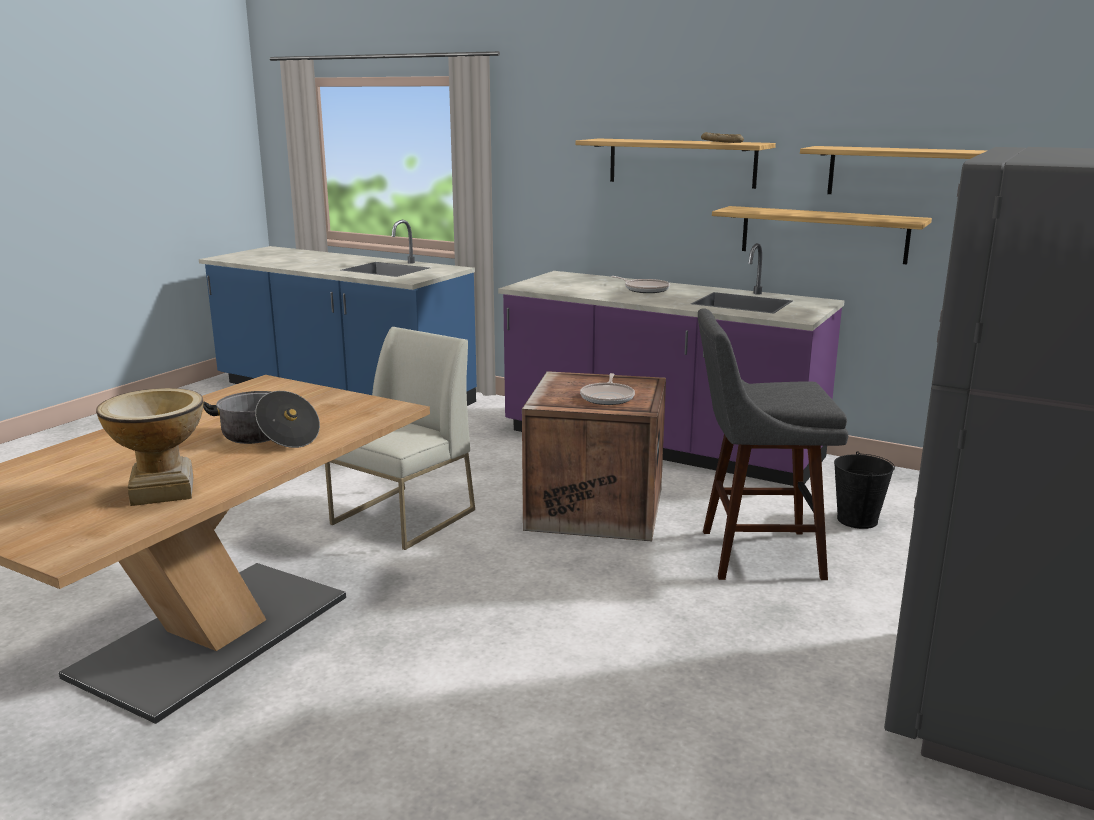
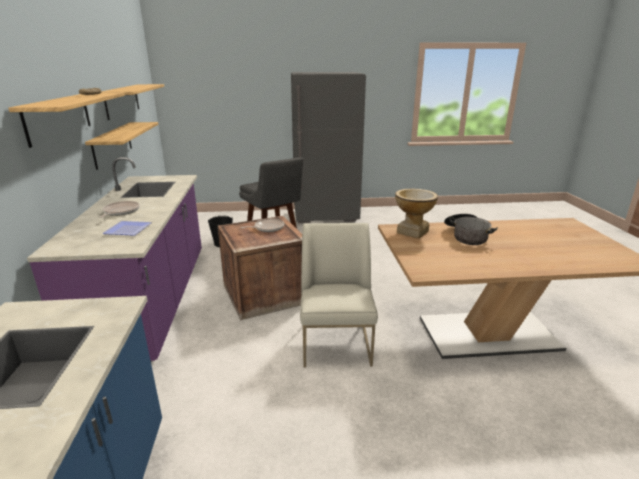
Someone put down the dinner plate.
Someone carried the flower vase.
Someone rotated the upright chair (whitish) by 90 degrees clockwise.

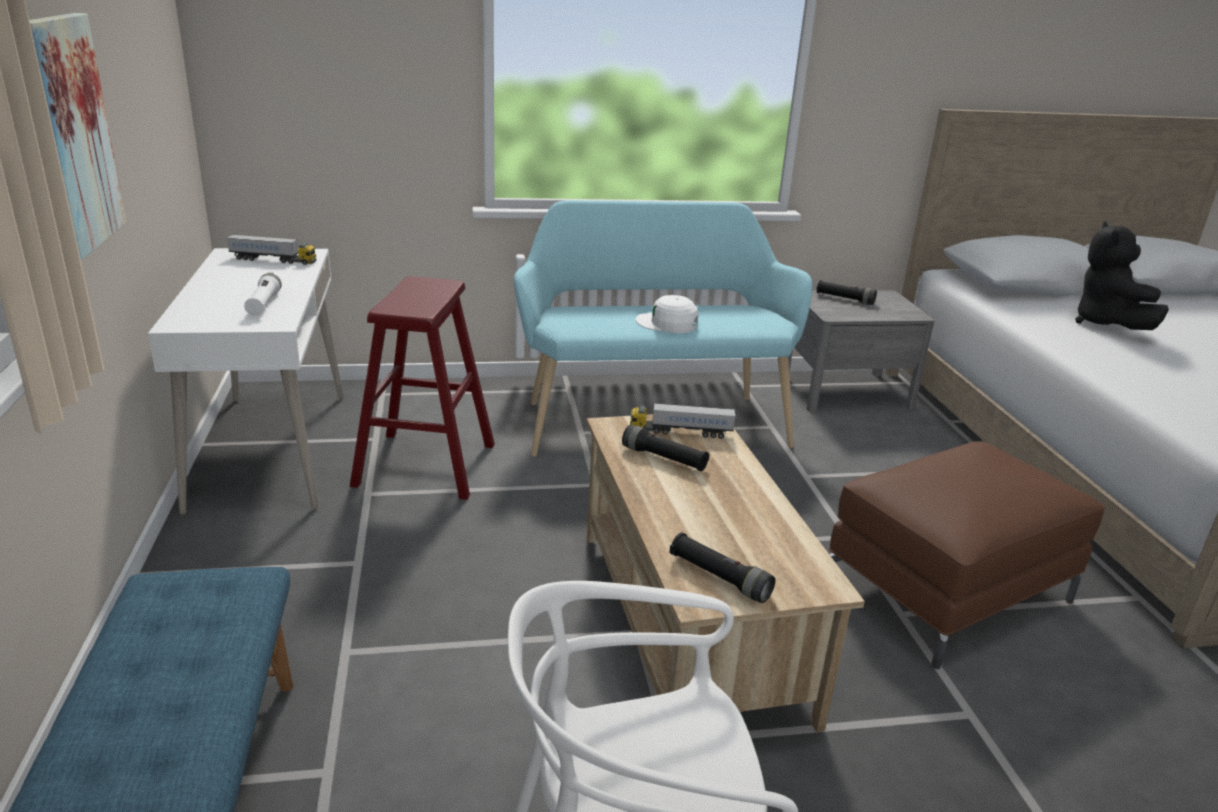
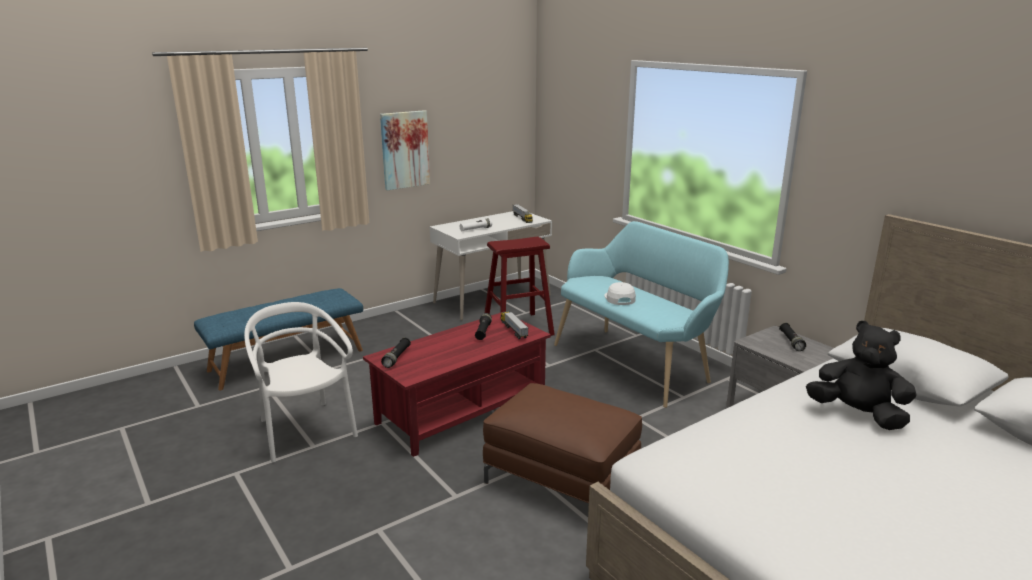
Someone repainted the lounge table (beige-coloured), which became the lounge table (red-coloured).
Someone rotated the cuddly toy (blackish) by 60 degrees clockwise.

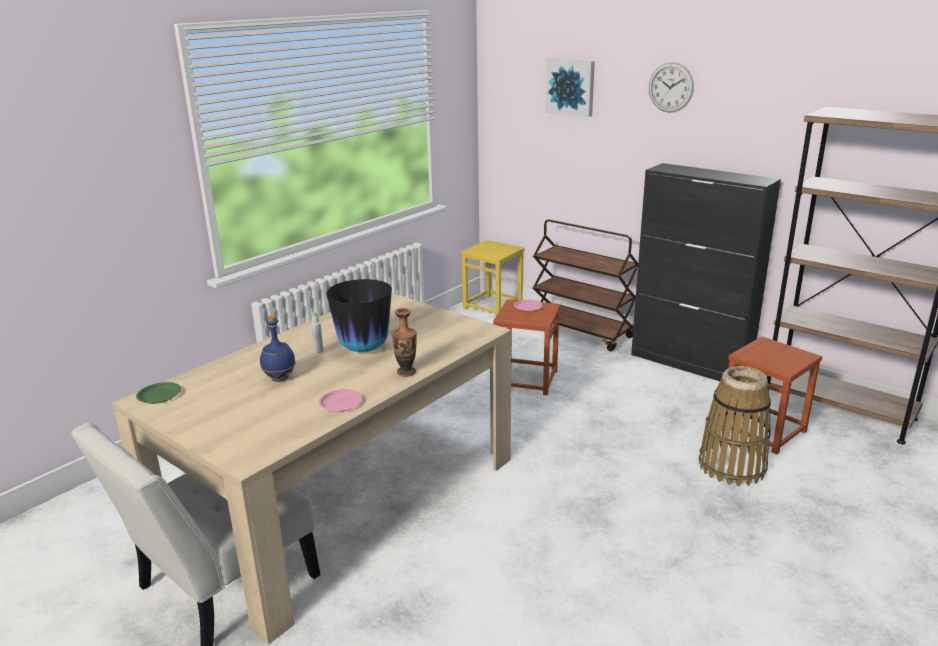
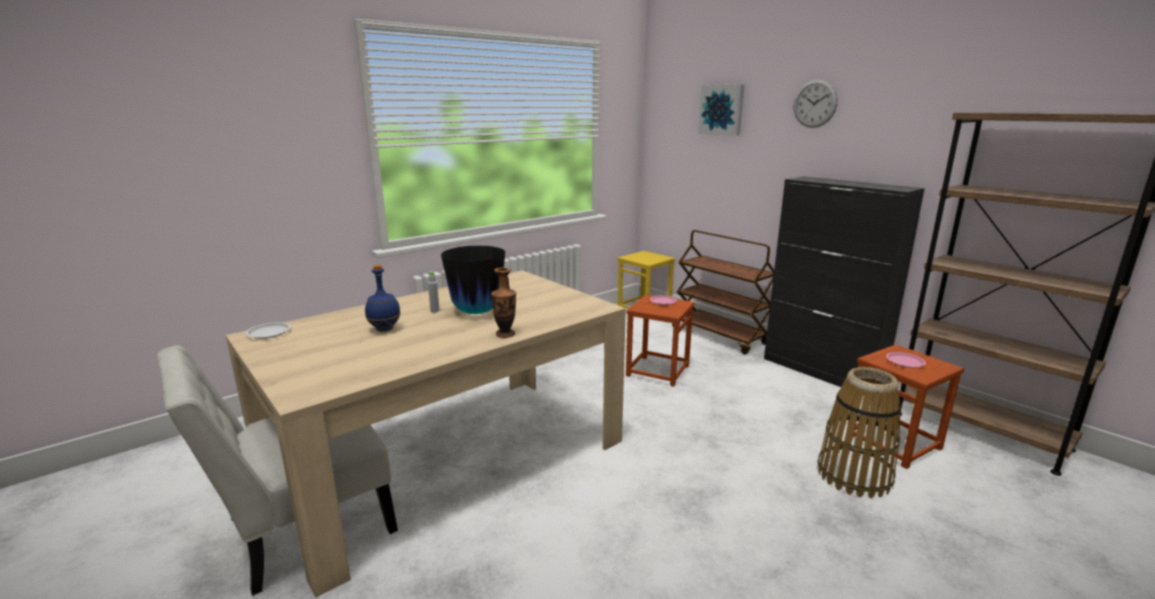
Someone carried the dinner plate (pink) (no. 1 from left in the first image).
Someone repainted the dinner plate (green-coloured), which became the dinner plate (whitish).

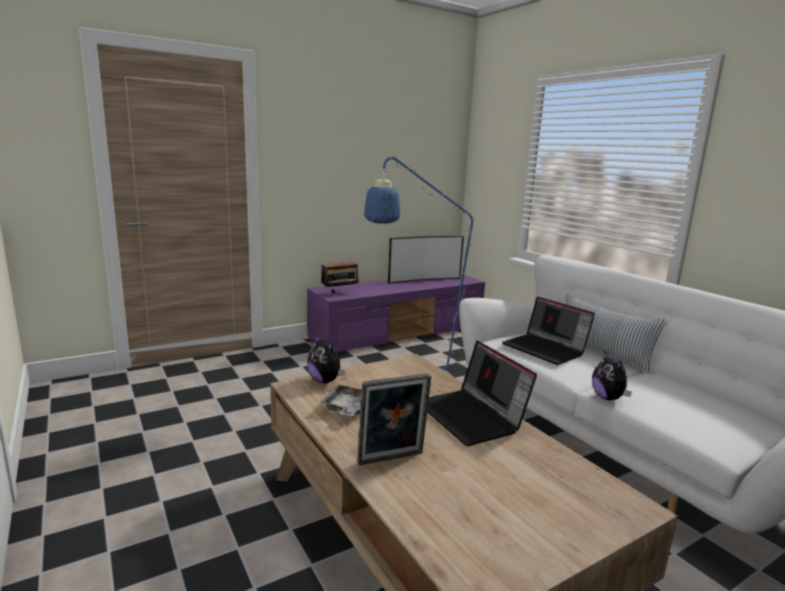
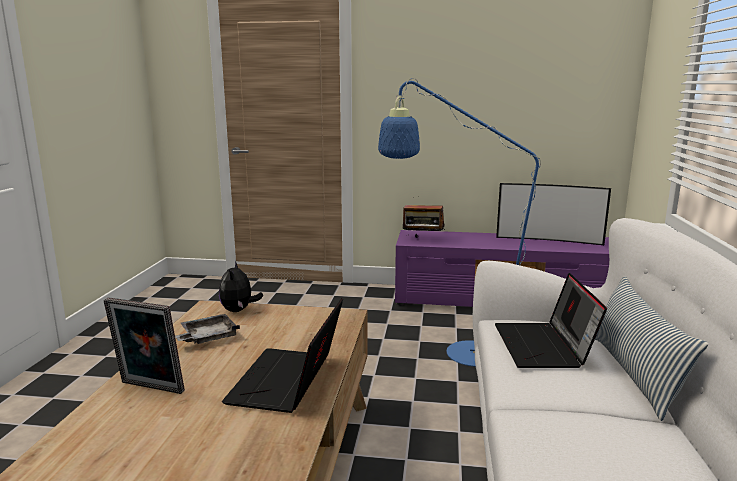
Someone took away the cuddly toy (no. 2 from left).

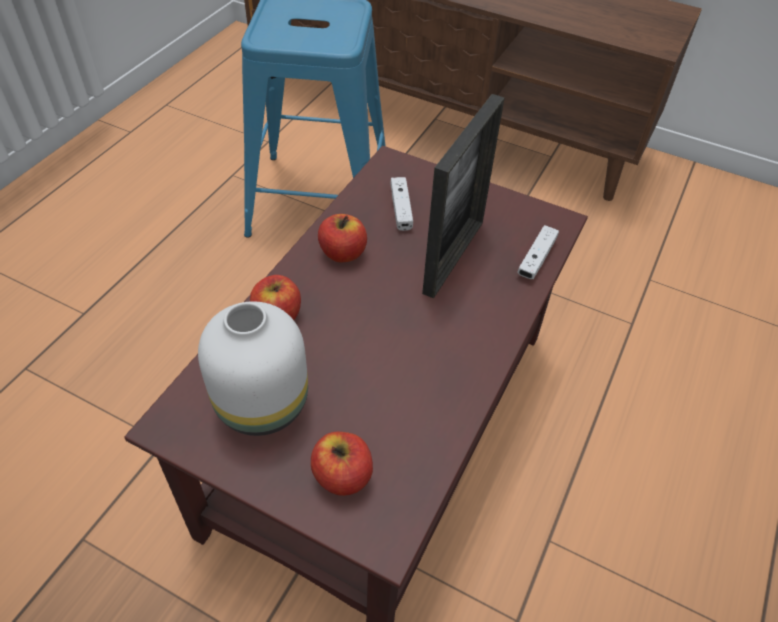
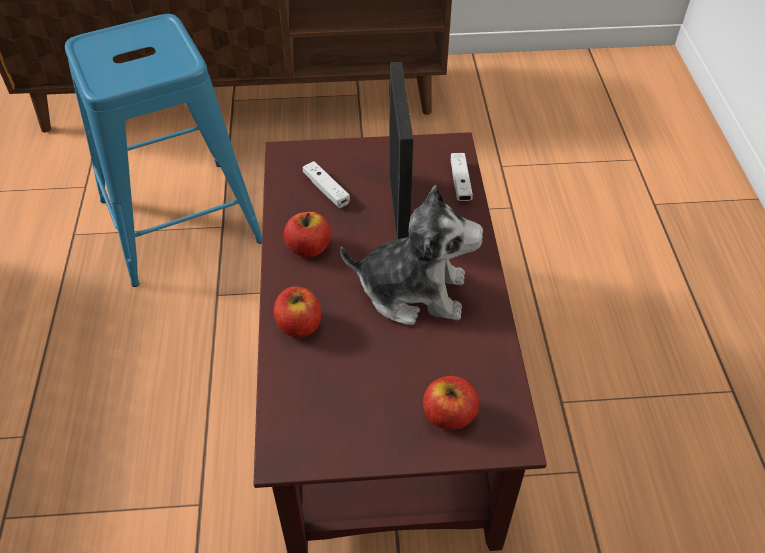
Someone took away the flower vase (whitish).
Someone put down the cuddly toy.

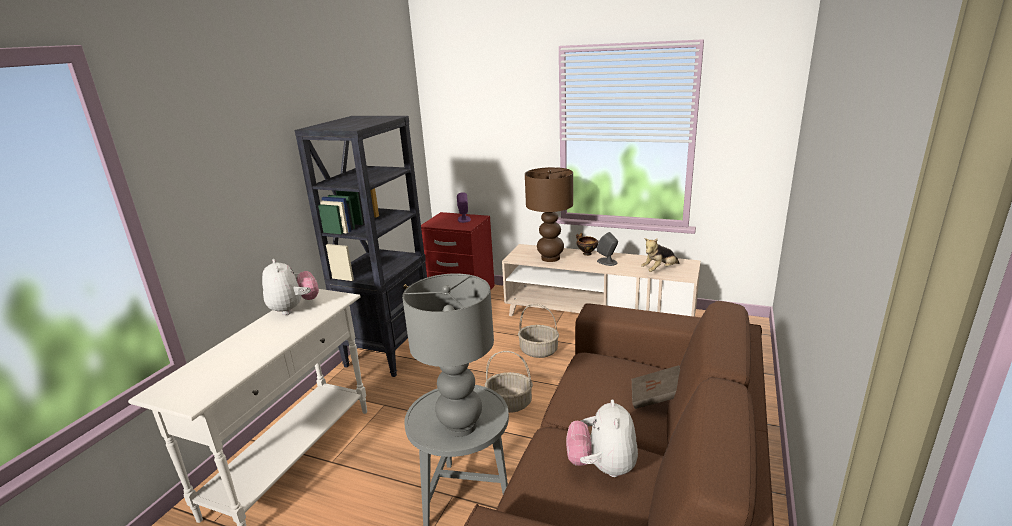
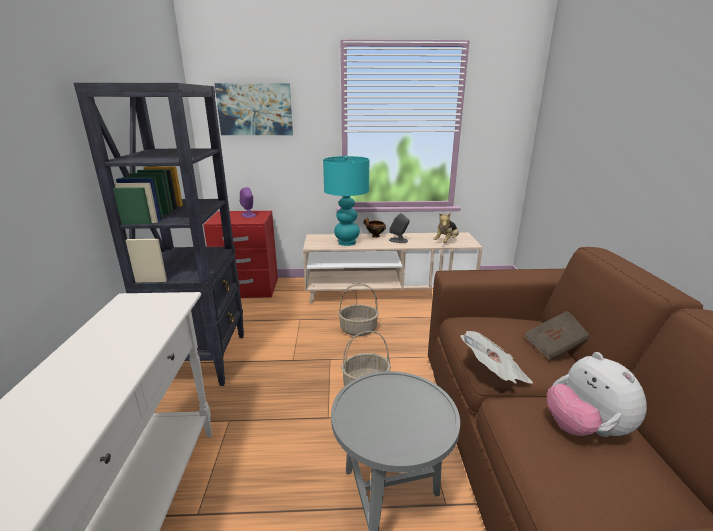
Someone took away the cuddly toy (no. 1 from left).
Someone took away the tabletop lamp (greyish).
Someone put up the wall picture.
Someone put down the daily paper.
Someone repainted the tabletop lamp (brown-coloured), which became the tabletop lamp (turquoise-coloured).

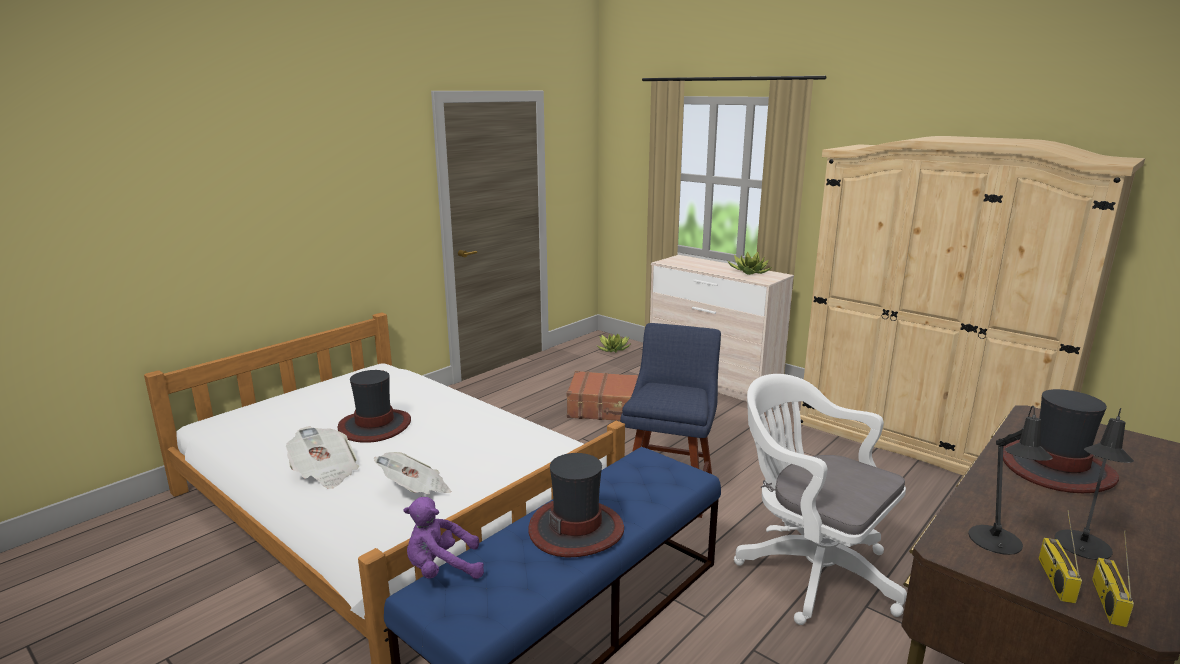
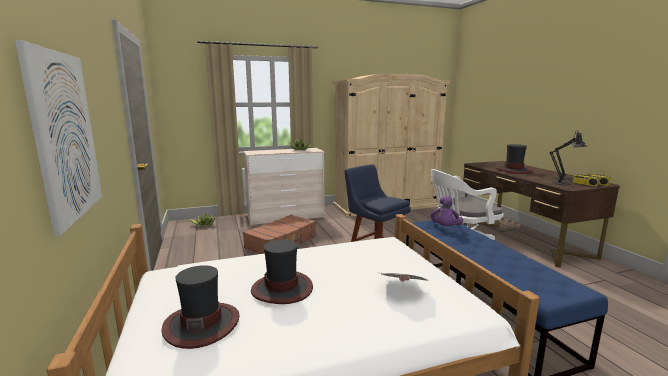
Someone took away the daily paper (no. 1 from left).
Someone put up the wall picture.
Someone carried the cuddly toy (purple-coloured).
Someone carried the clothing hat (no. 2 from left in the first image).

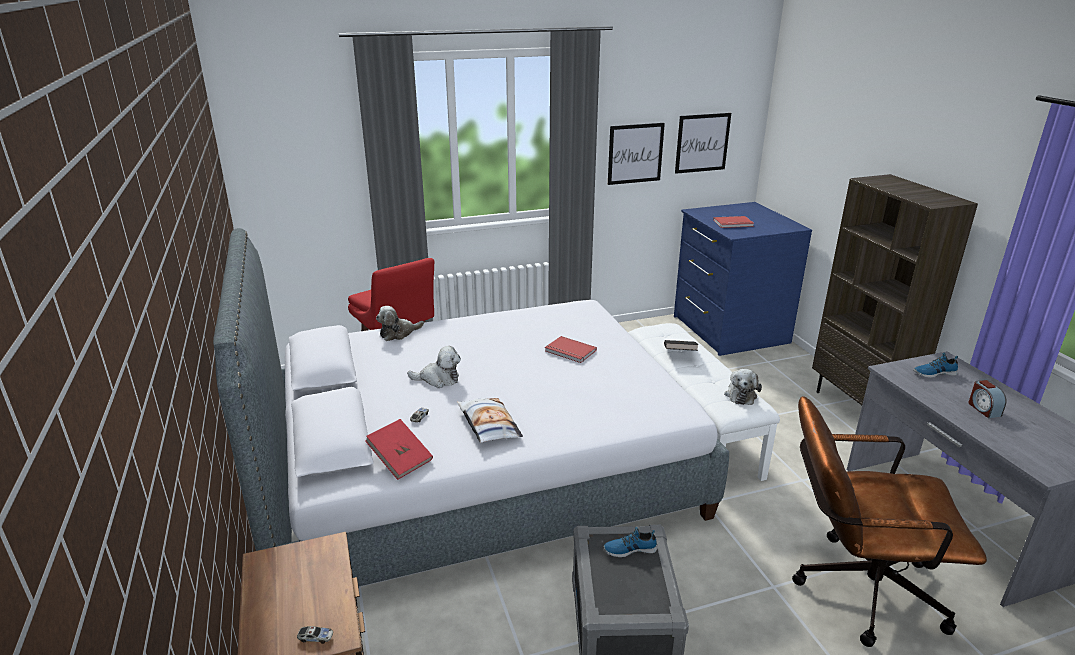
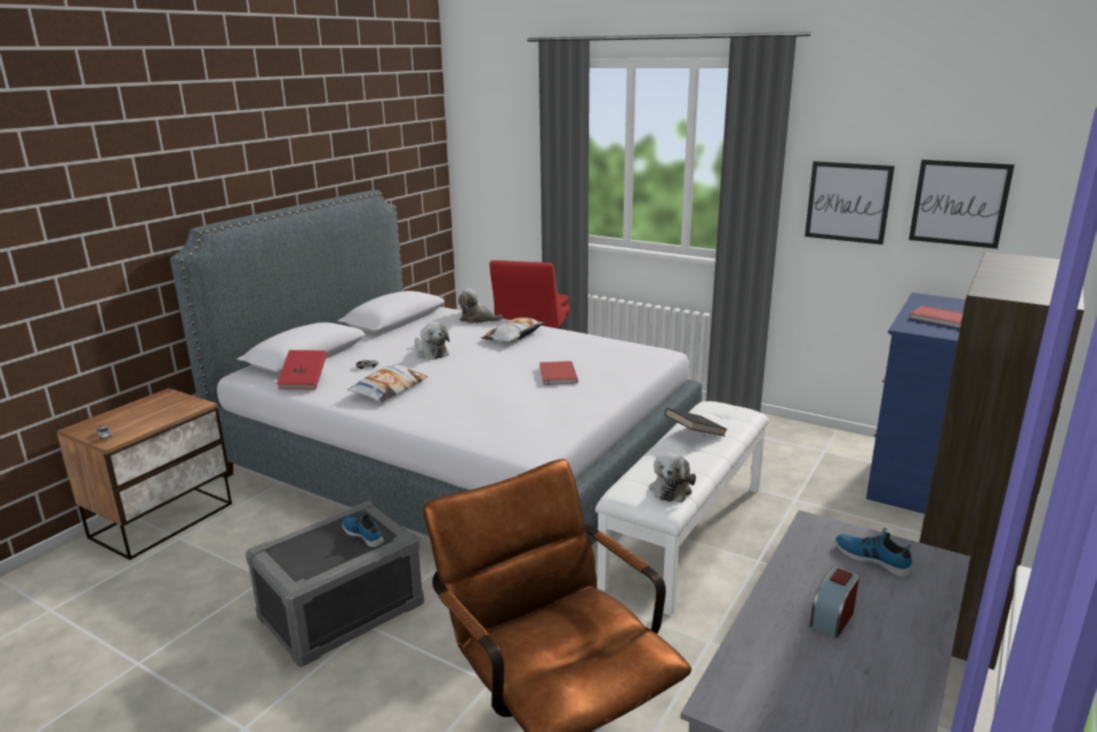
Someone put down the pillow (no. 2 from left).
Someone rotated the cuddly toy (no. 3 from left) by 45 degrees counterclockwise.

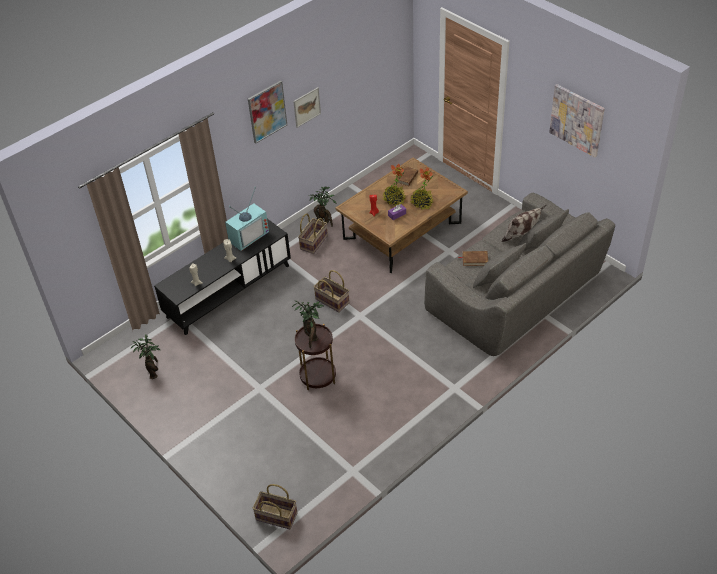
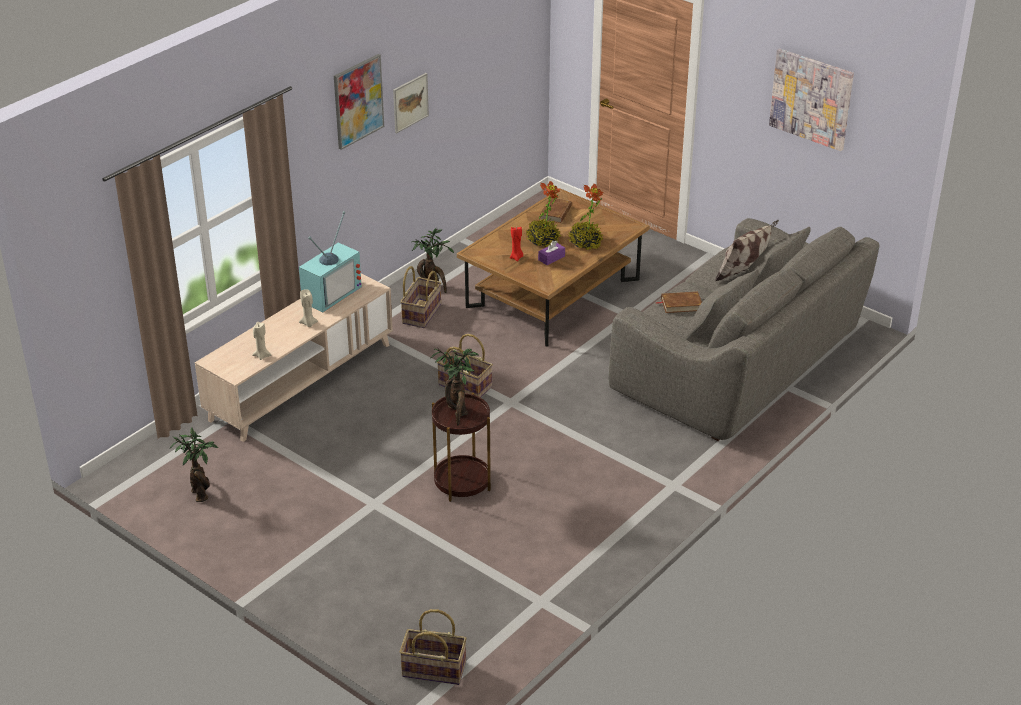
Someone repainted the tv stand (blackish), which became the tv stand (beige-coloured).

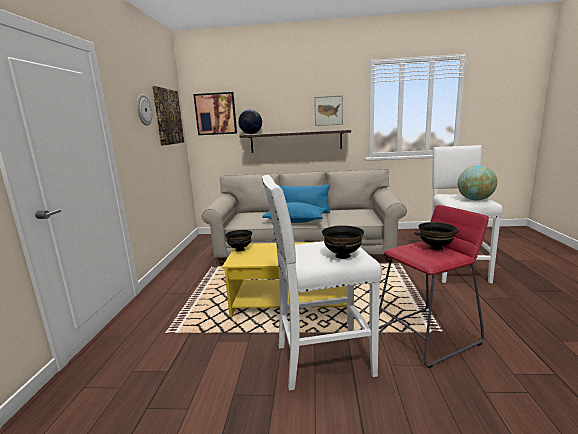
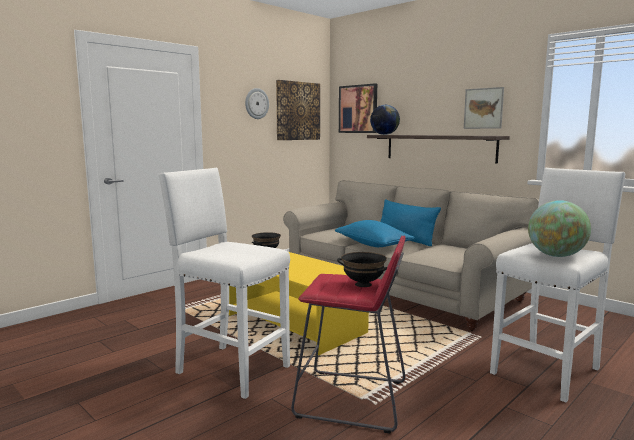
Someone took away the deep dish (blackish) (no. 2 from left).

